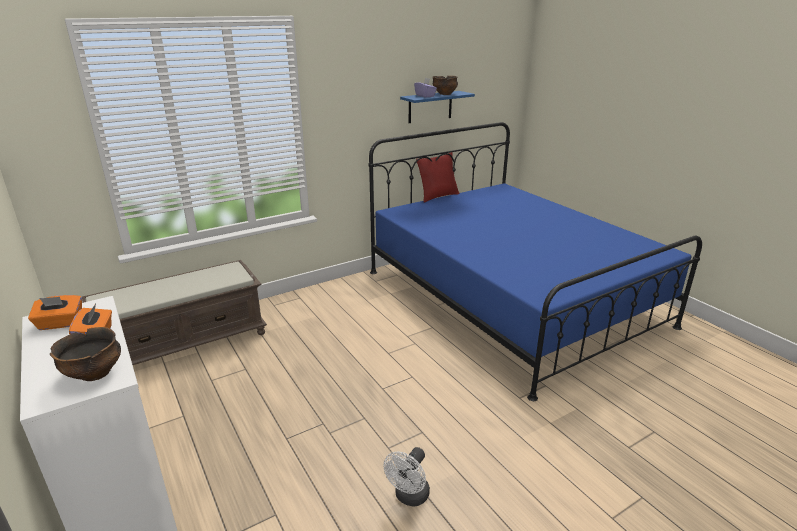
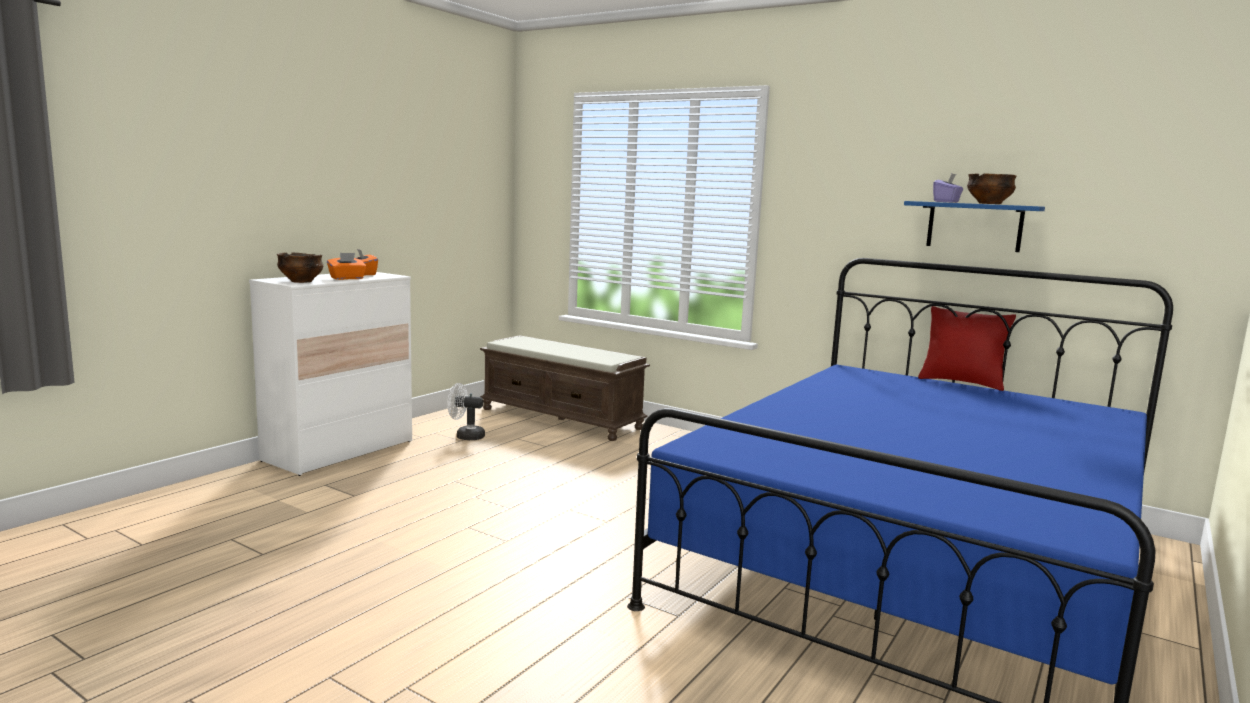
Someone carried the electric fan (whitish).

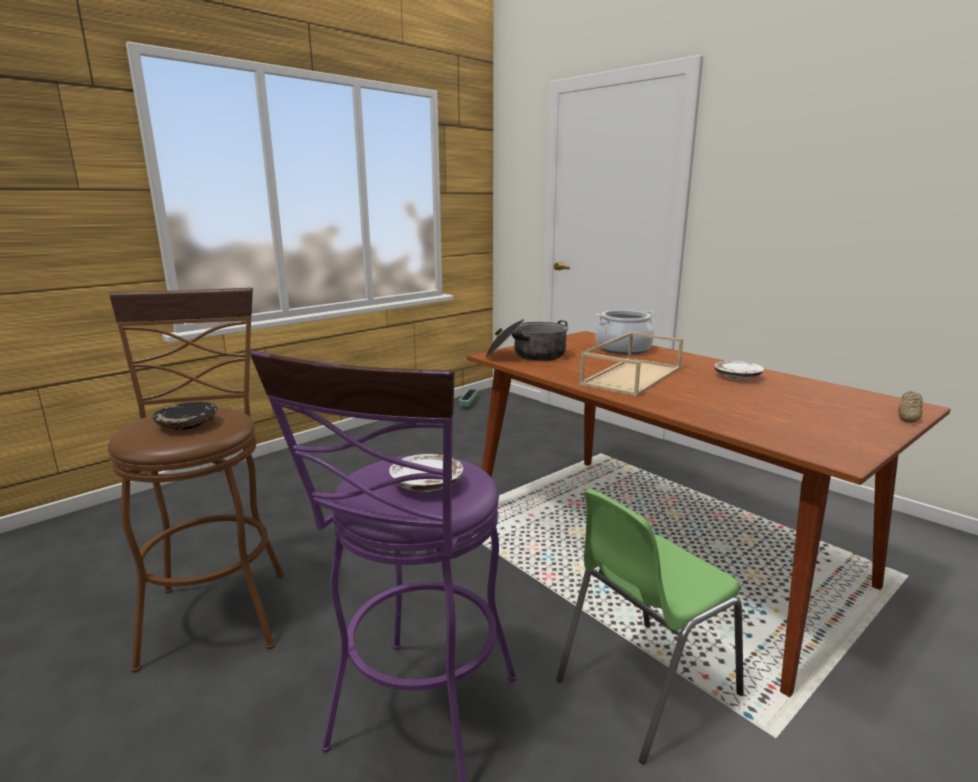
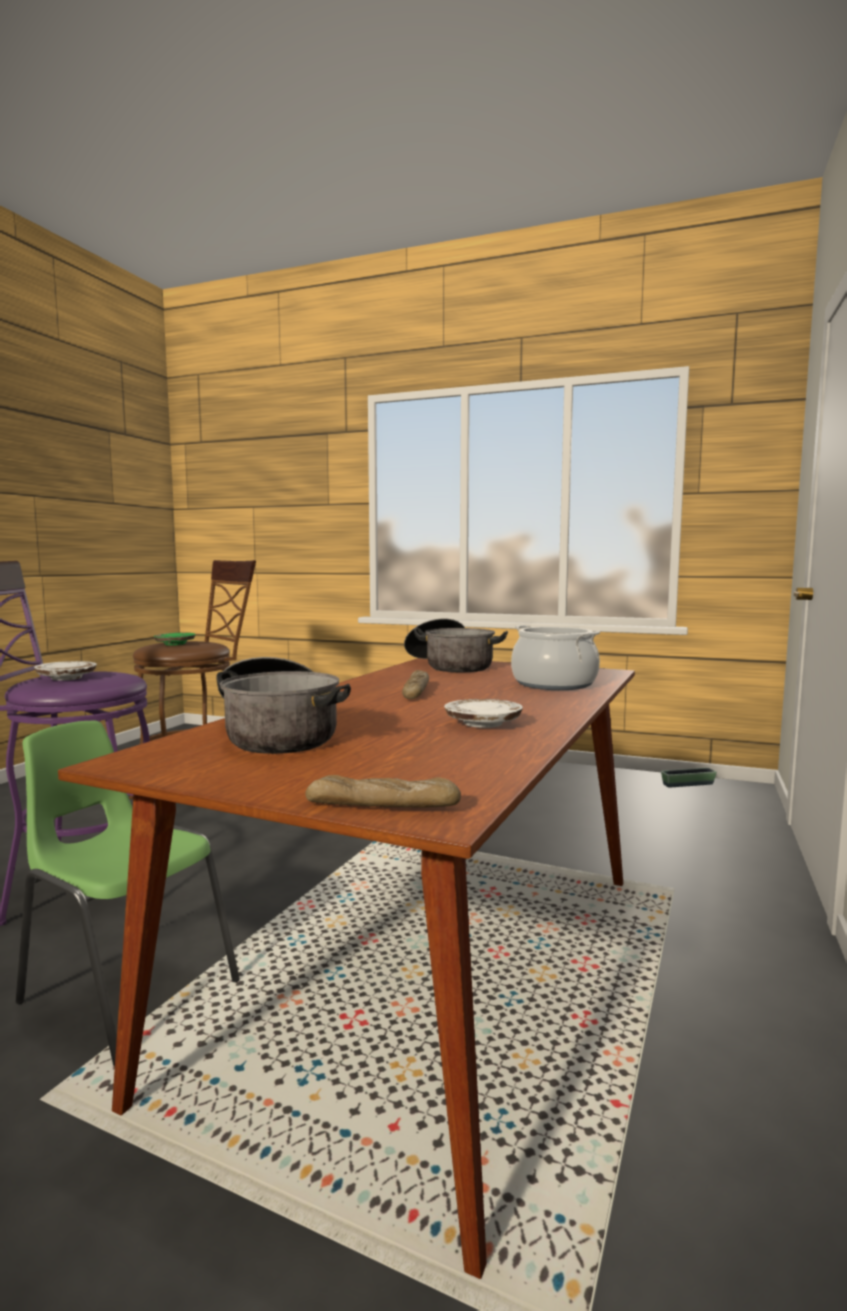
Someone put down the stockpot (no. 1 from left).
Someone swapped the tray (beige-coloured) for the bread (no. 2 from left).
Someone repainted the dinner plate (blackish), which became the dinner plate (green-coloured).

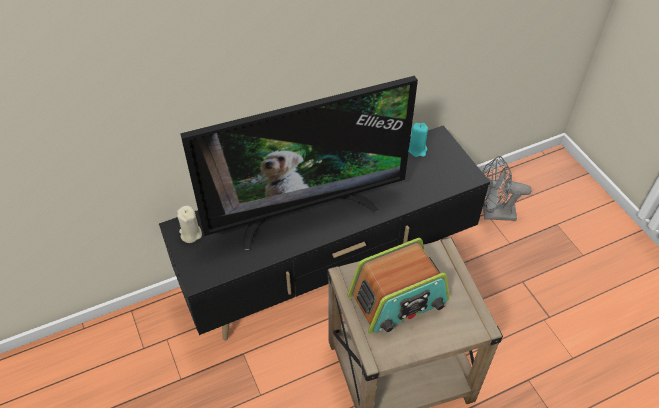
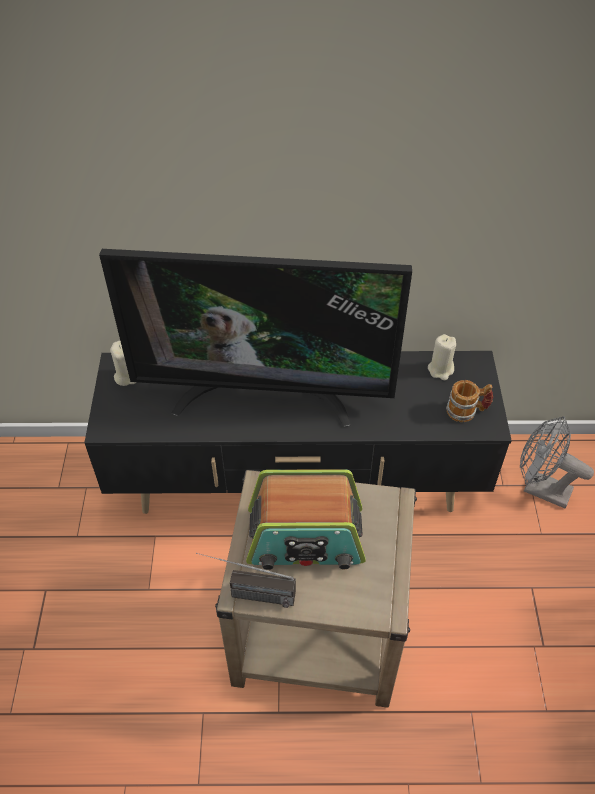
Someone put down the radio receiver (no. 1 from left).
Someone put down the mug.
Someone repainted the wax candle (turquoise-coloured), which became the wax candle (beige-coloured) (no. 2 from left).

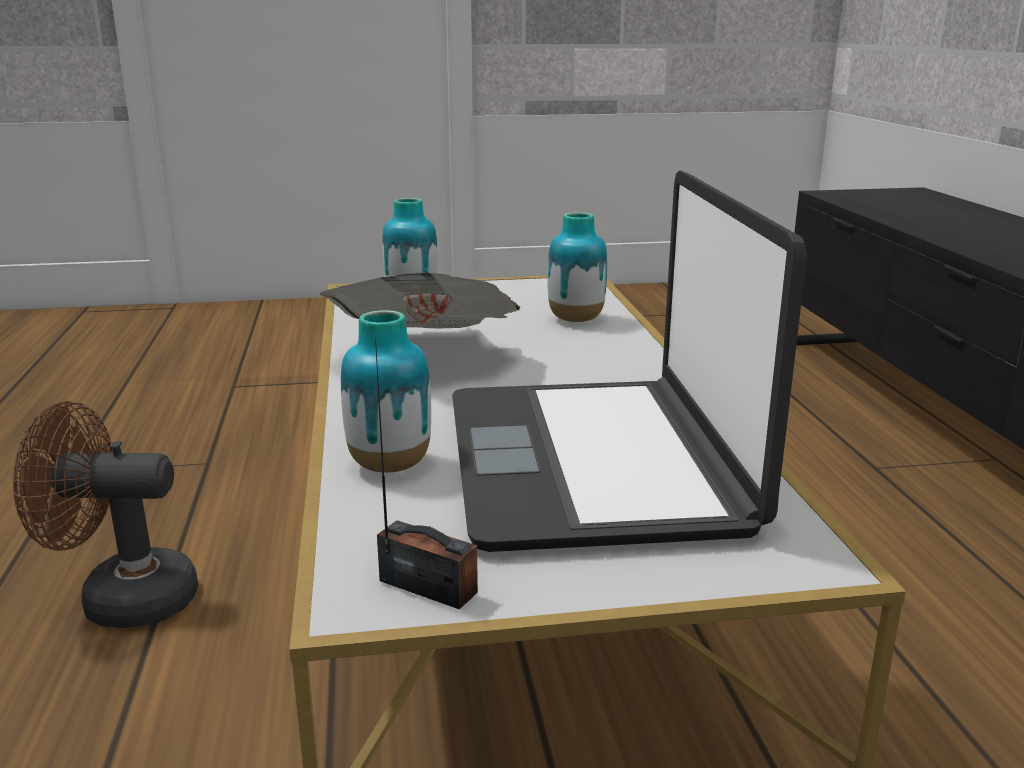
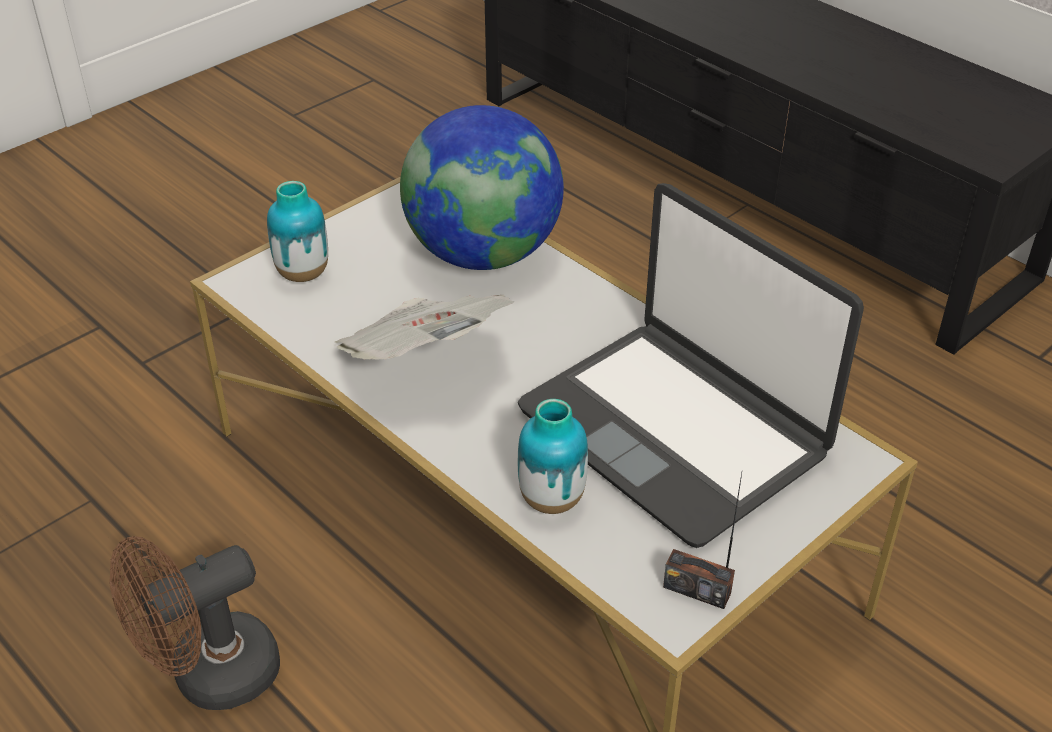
Someone swapped the flower vase (no. 3 from left) for the desk globe.
Someone rotated the radio receiver by 150 degrees counterclockwise.

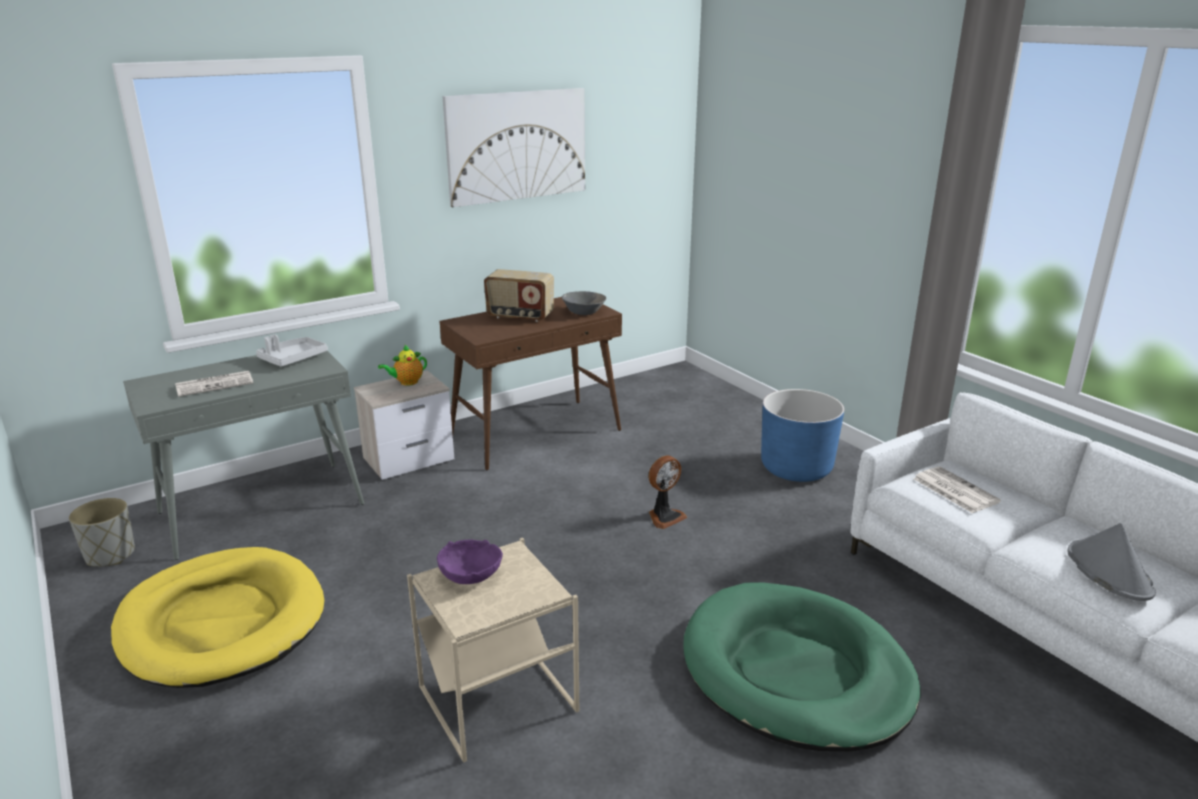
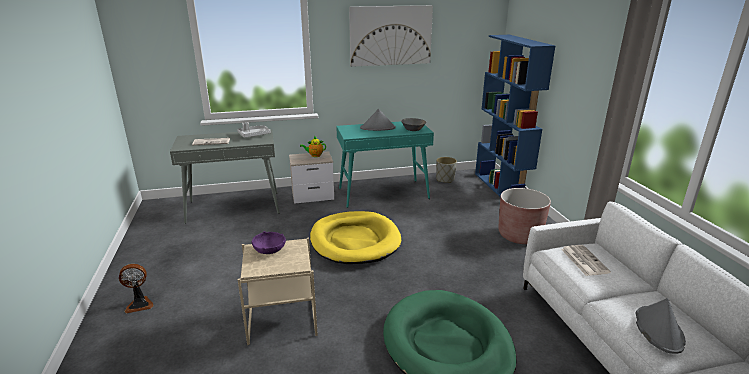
Someone put down the bookcase (blue).
Someone carried the flower pot (greyish).
Someone carried the pet bed (yellow-coloured).
Someone carried the electric fan.
Someone swapped the radio receiver for the clothing hat (greyish) (no. 1 from left).
Someone repainted the narrow table (brown-coloured), which became the narrow table (turquoise-coloured).
Someone repainted the flower pot (blue), which became the flower pot (brown-coloured).

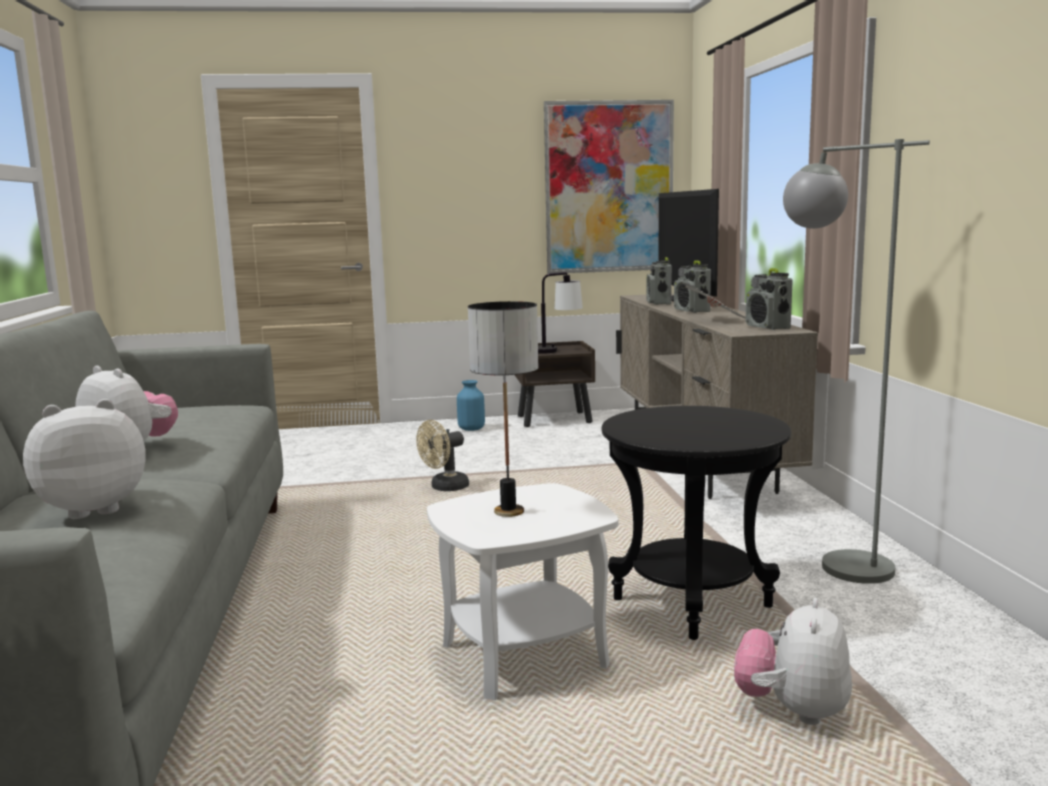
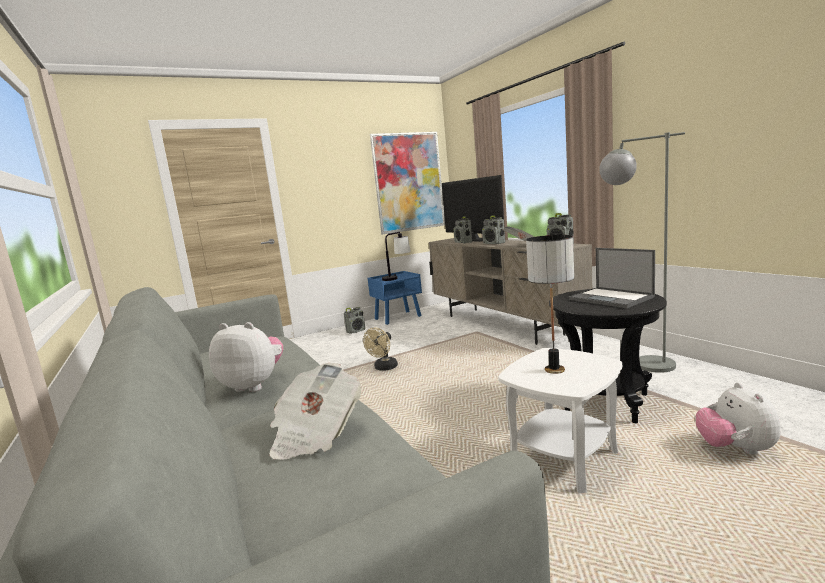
Someone put down the laptop.
Someone swapped the cuddly toy (no. 1 from left) for the daily paper (no. 1 from left).
Someone swapped the flower vase (blue) for the radio receiver (no. 1 from left).
Someone repainted the bedside table (brown-coloured), which became the bedside table (blue).

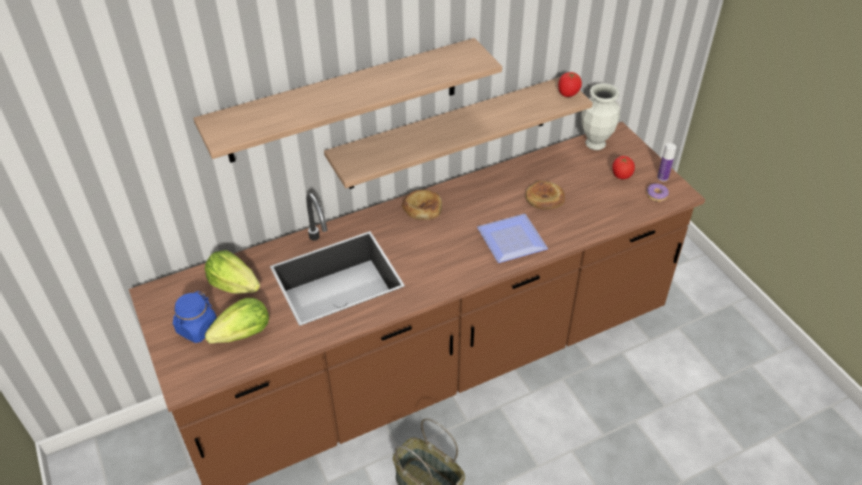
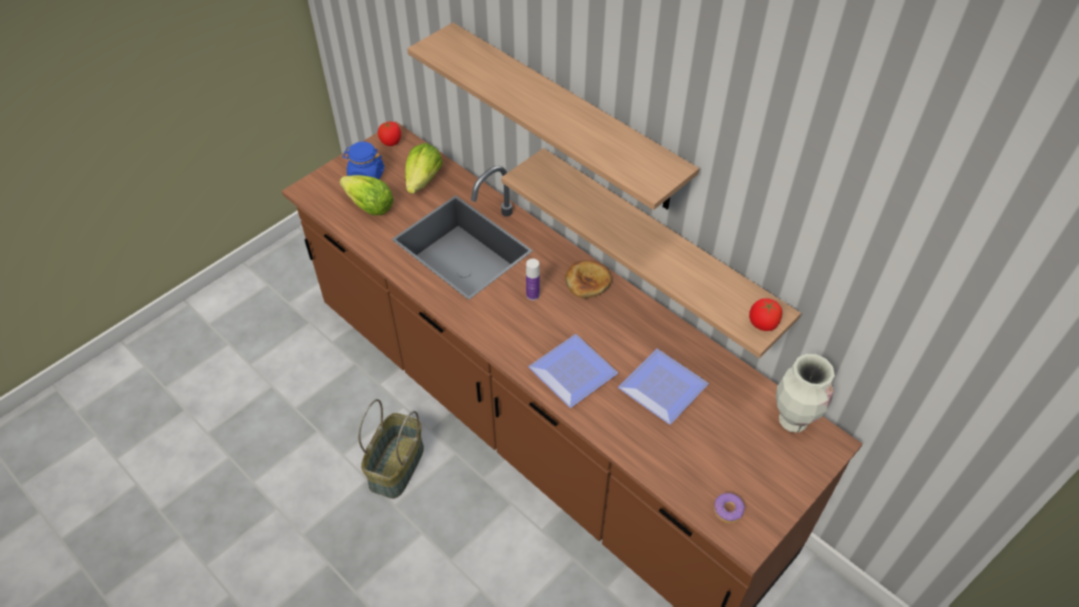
Someone carried the fresh tomato (no. 2 from left in the first image).
Someone carried the bottle.
Someone swapped the bread (no. 2 from left) for the dinner plate (no. 2 from left).

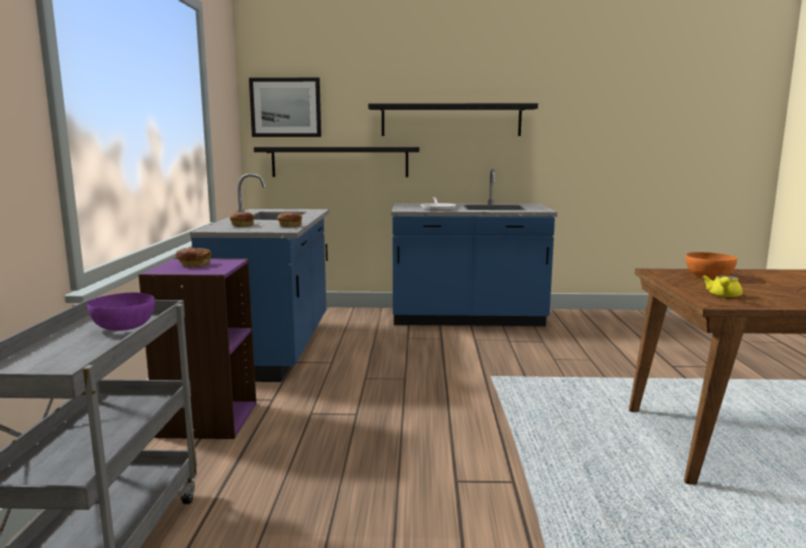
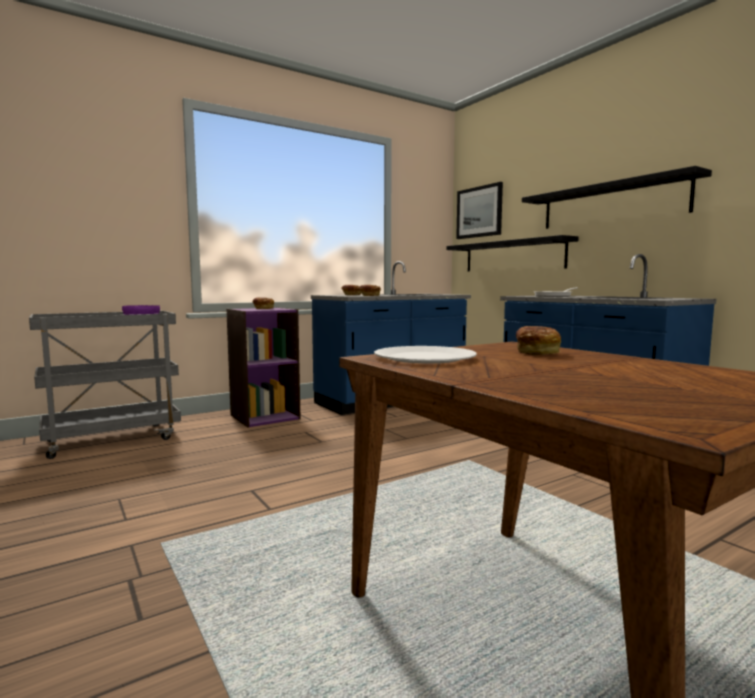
Someone swapped the deep dish (orange-coloured) for the bread (no. 4 from left).
Someone swapped the tea pot (yellow-coloured) for the dinner plate (whitish).

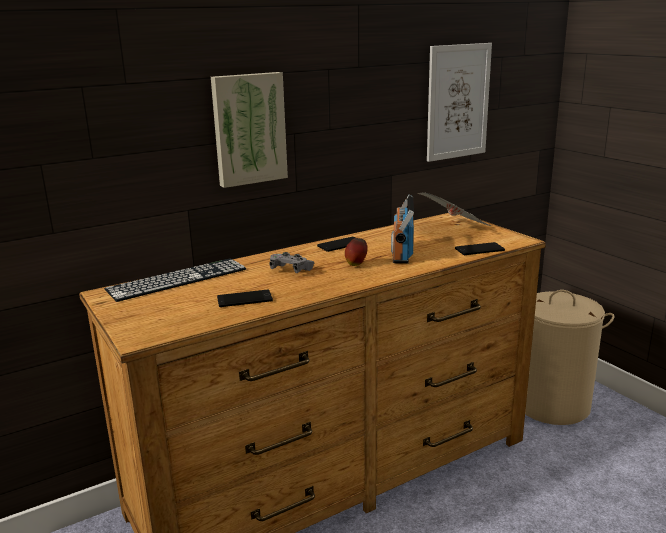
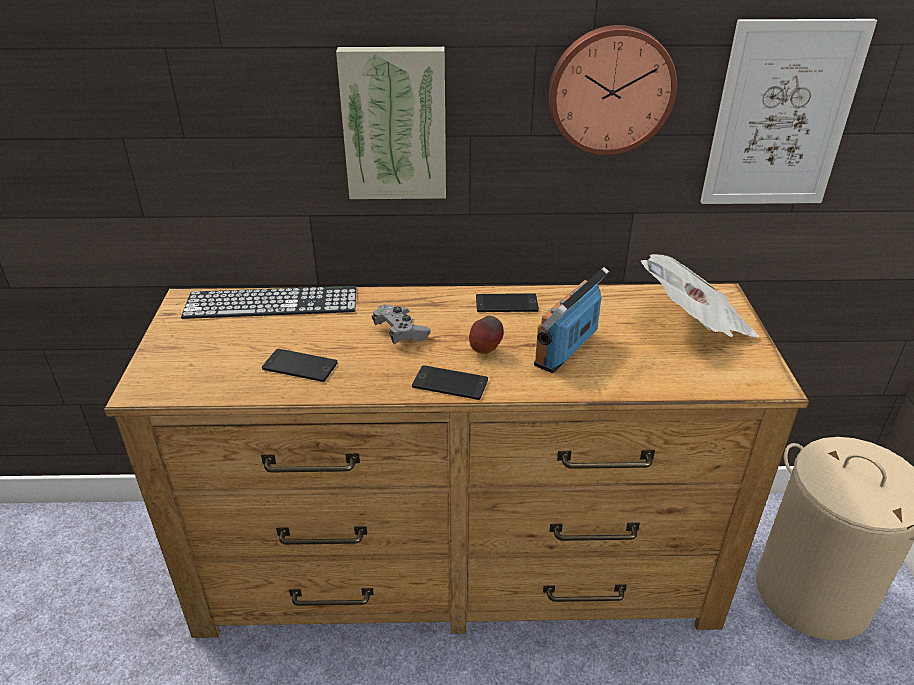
Someone put up the wall clock.
Someone carried the handset (no. 3 from left in the first image).

